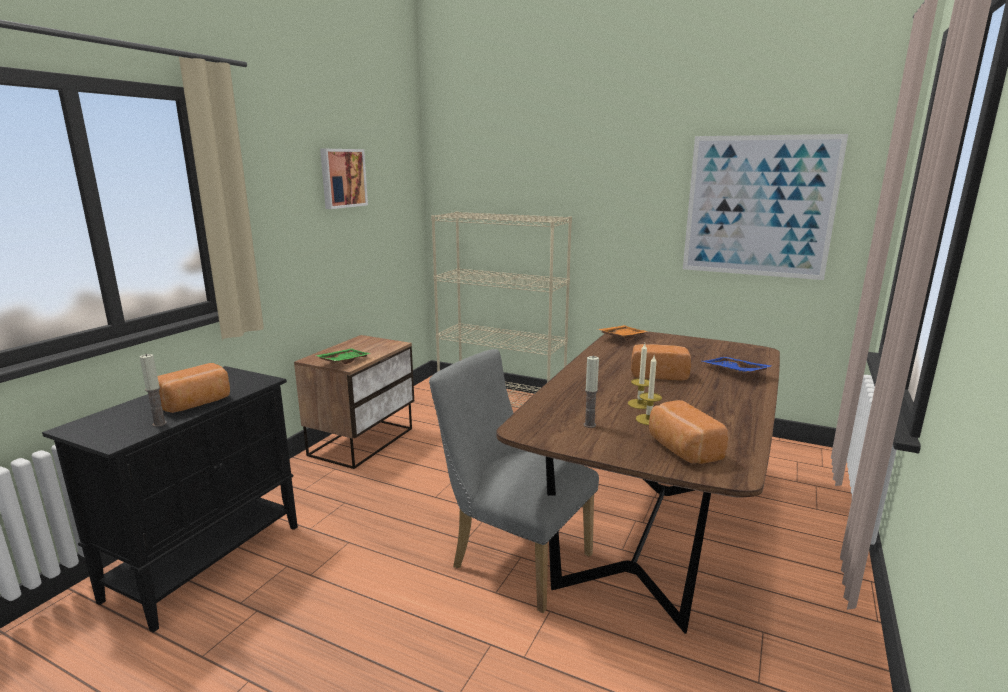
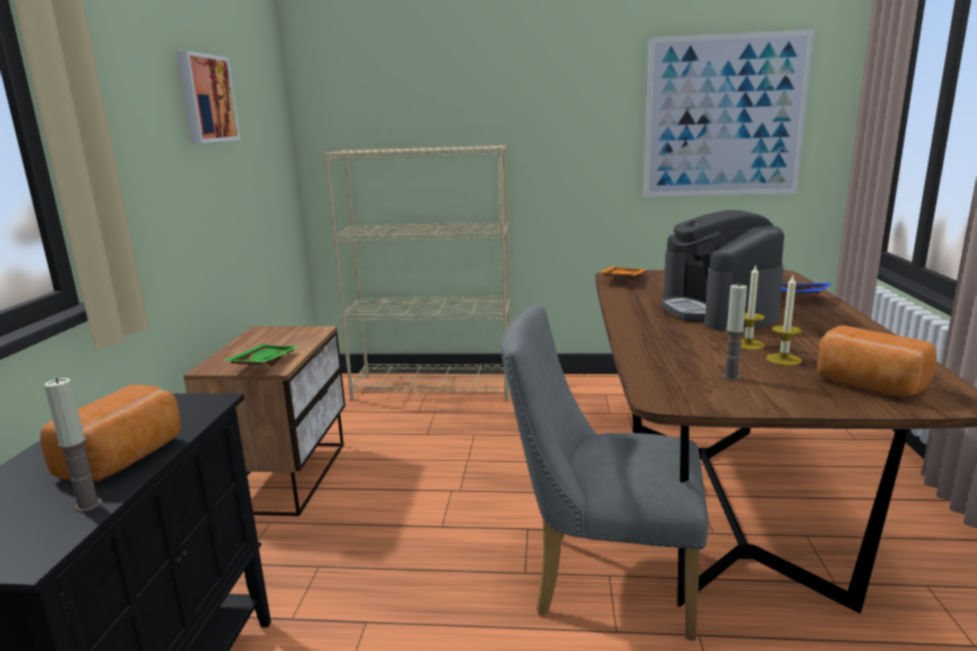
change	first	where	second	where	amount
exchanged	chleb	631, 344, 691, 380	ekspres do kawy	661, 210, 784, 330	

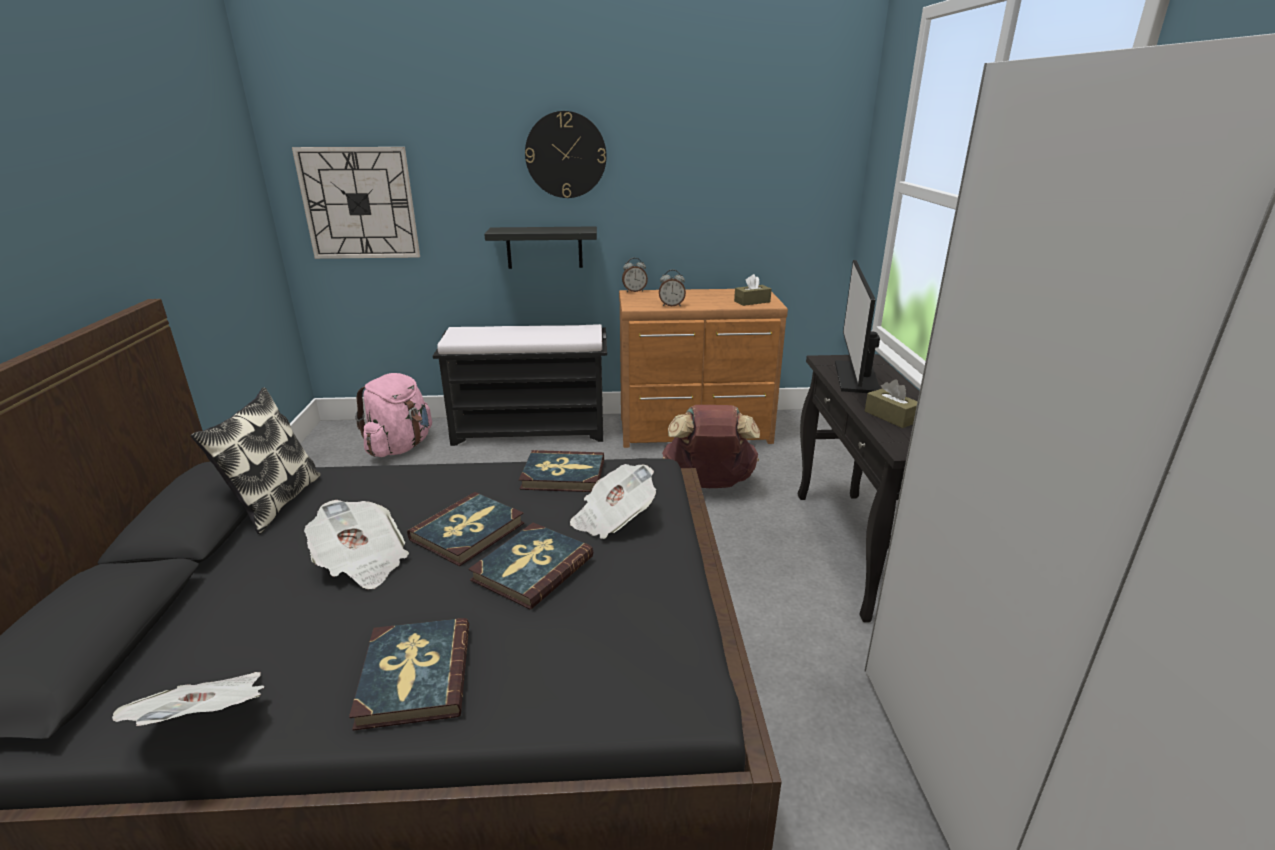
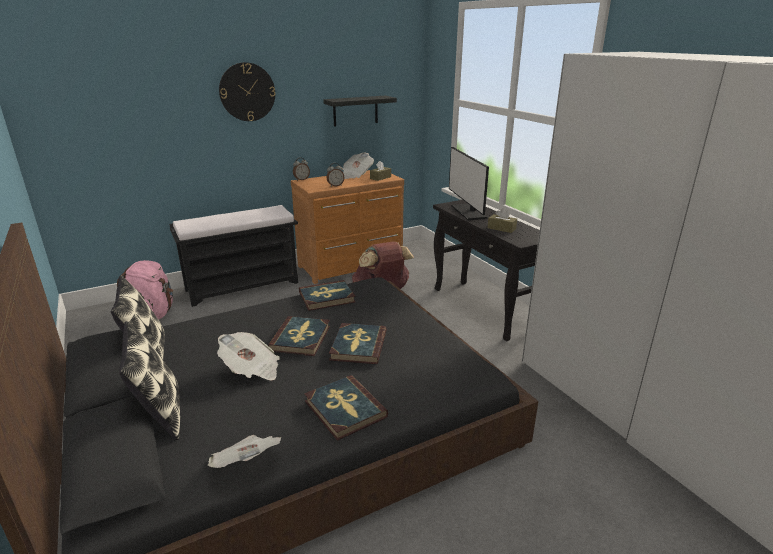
change	first	where	second	where	amount
missing	zegar ścienny	292, 147, 420, 259			
appeared			poduszka	119, 321, 180, 440	
relocated	półka (czarny)	484, 226, 597, 269		323, 96, 397, 127	
relocated	gazeta	570, 464, 656, 539		343, 153, 374, 179	

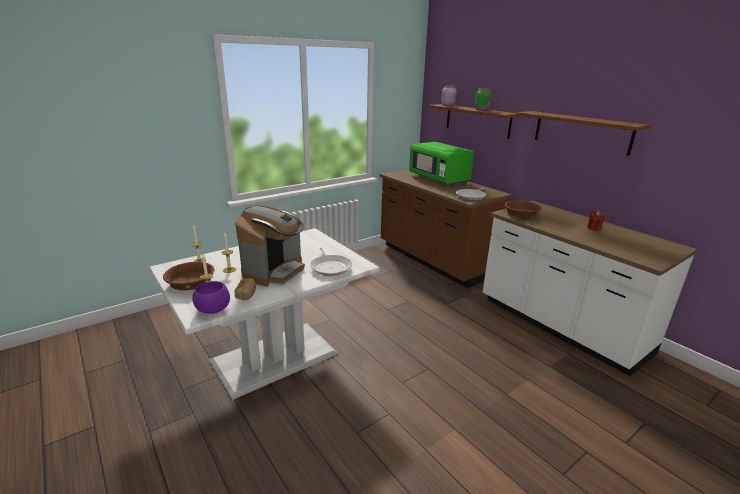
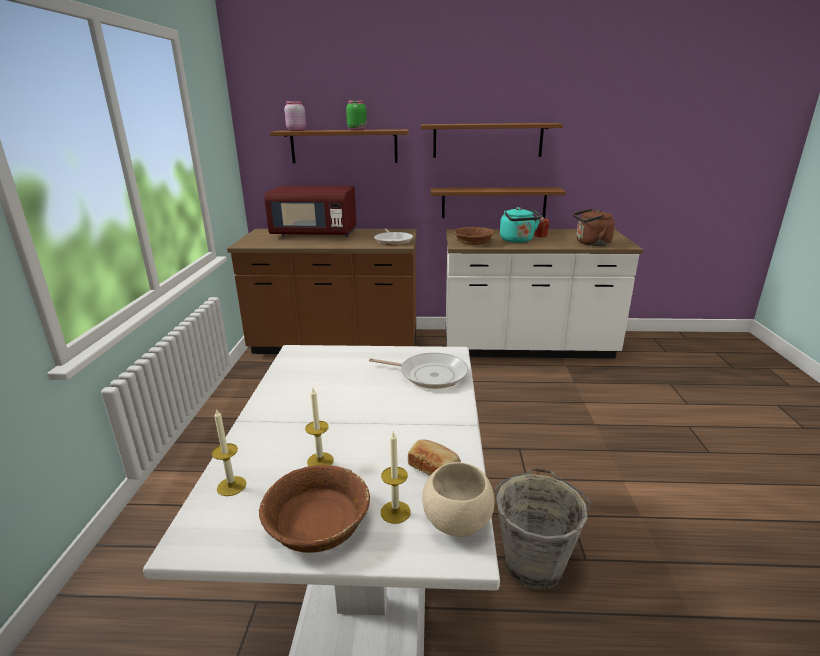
change	first	where	second	where	amount
missing	ekspres do kawy	235, 206, 305, 287			
appeared			półka (brązowy)	431, 187, 566, 218	
appeared			wiadro (szary)	495, 467, 591, 590	
appeared			czajnik (turkusowy)	500, 207, 541, 243	
appeared			czajnik (brązowy)	573, 209, 615, 246	
colour	miska (fioletowy)	192, 281, 230, 314	miska (beżowy)	422, 462, 495, 537	
colour	mikrofalówka (zielony)	409, 142, 474, 186	mikrofalówka (czerwony)	264, 186, 357, 237	

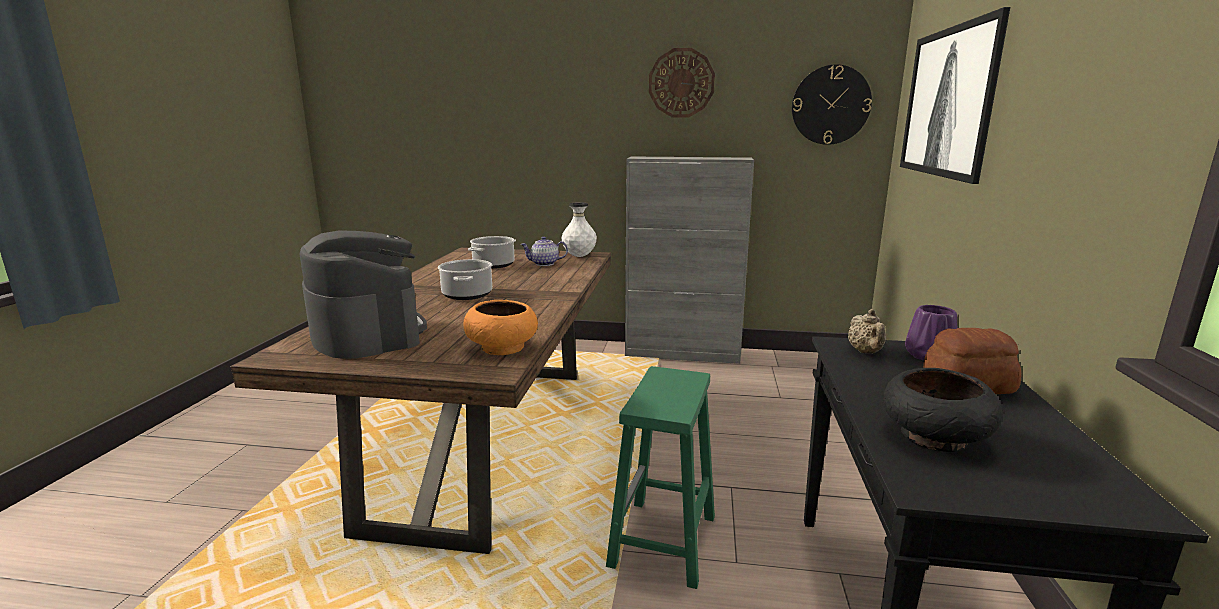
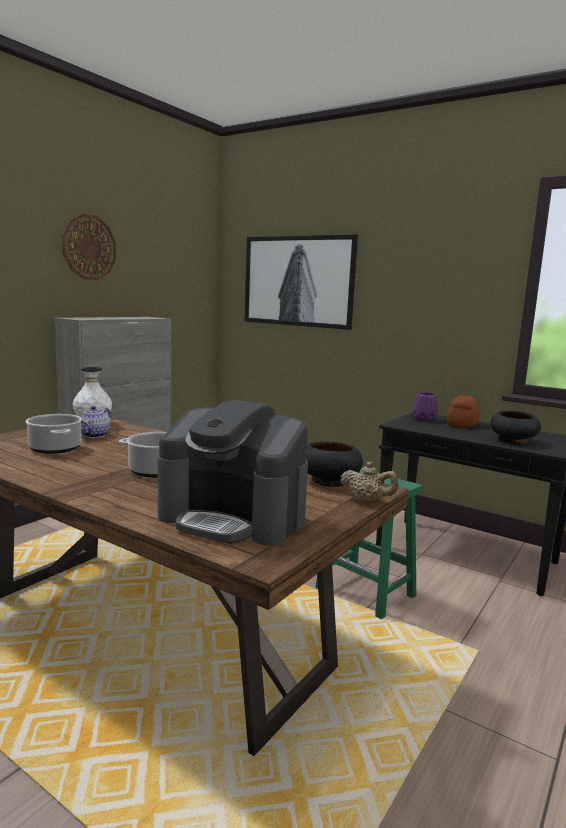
change	first	where	second	where	amount
missing	zegar ścienny	792, 64, 872, 145			
relocated	imbryk (beżowy)	848, 309, 886, 354		340, 462, 398, 503	
colour	miska (pomarańczowy)	463, 300, 538, 355	miska (czarny)	306, 441, 363, 487	
spun	ekspres do kawy	300, 230, 427, 359		158, 400, 308, 546	150 degrees counterclockwise

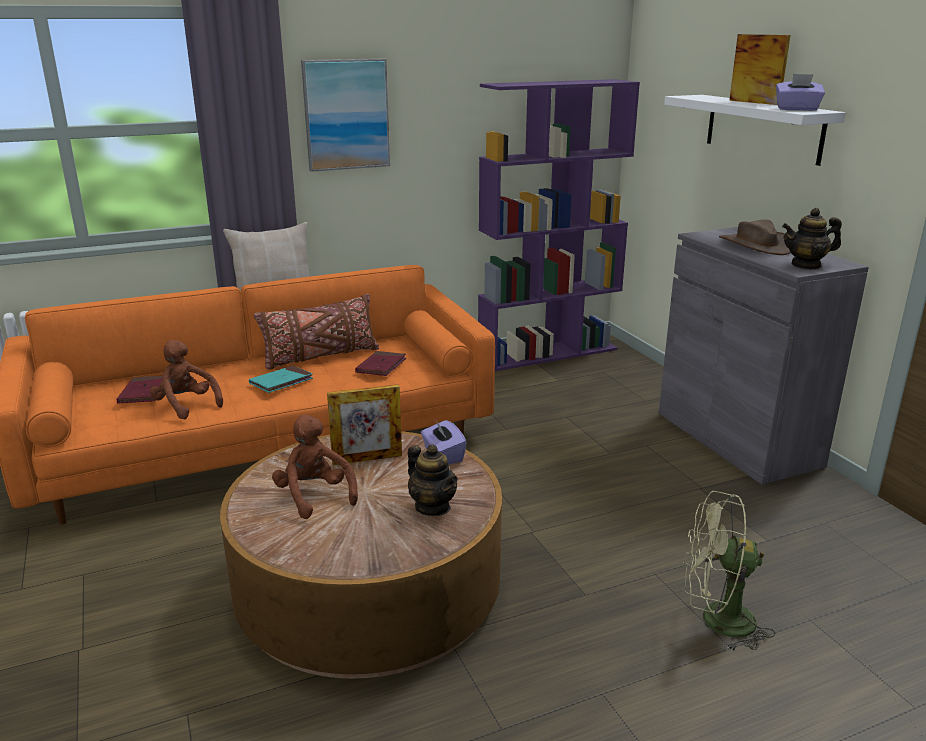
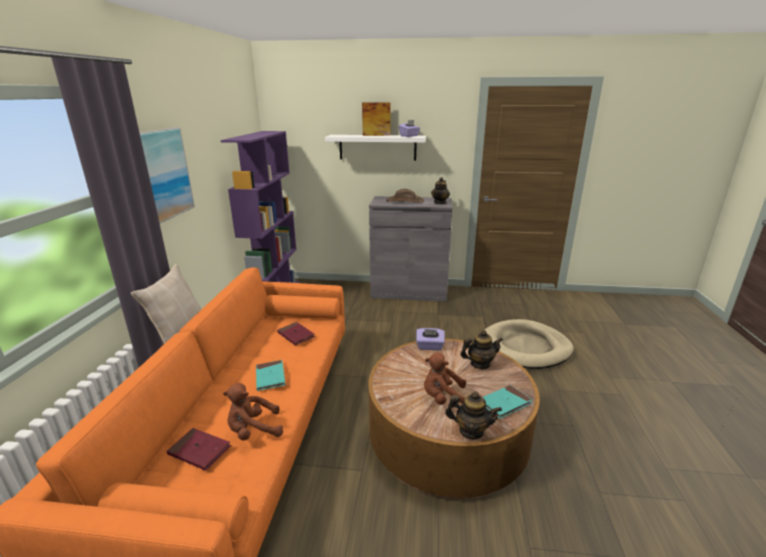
change	first	where	second	where	amount
missing	poduszka (brązowy)	254, 294, 379, 369			
missing	ramka na zdjęcie	327, 384, 402, 465			
appeared			imbryk	445, 391, 502, 439	
appeared			książka (turkusowy)	483, 385, 532, 419	
exchanged	wentylator (zielony)	684, 491, 775, 652	legowisko (beżowy)	485, 319, 574, 369	

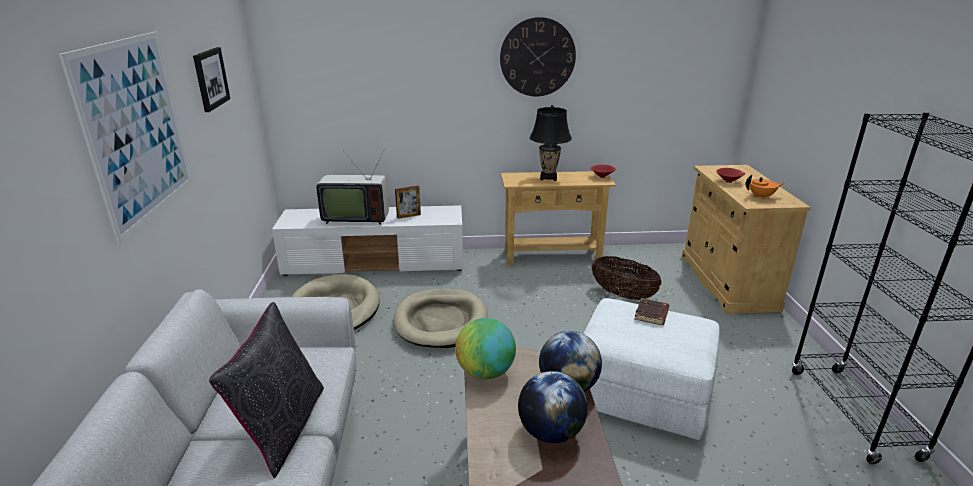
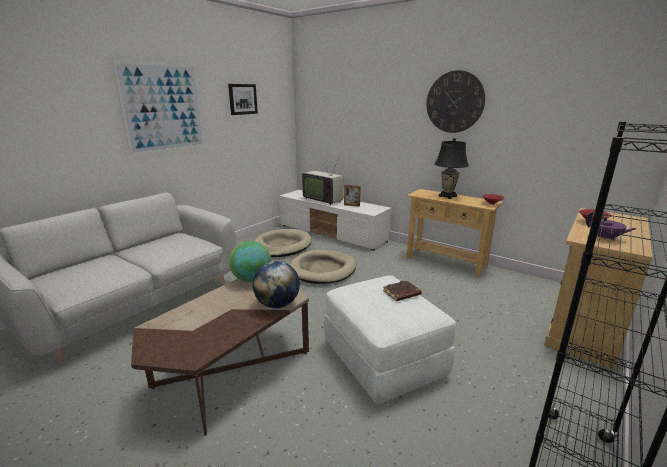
change	first	where	second	where	amount
missing	poduszka (czarny)	209, 302, 324, 478			
missing	globus	518, 371, 588, 443			
missing	koszyk	592, 256, 662, 300			
colour	imbryk (pomarańczowy)	745, 175, 784, 199	imbryk (fioletowy)	586, 212, 637, 240	

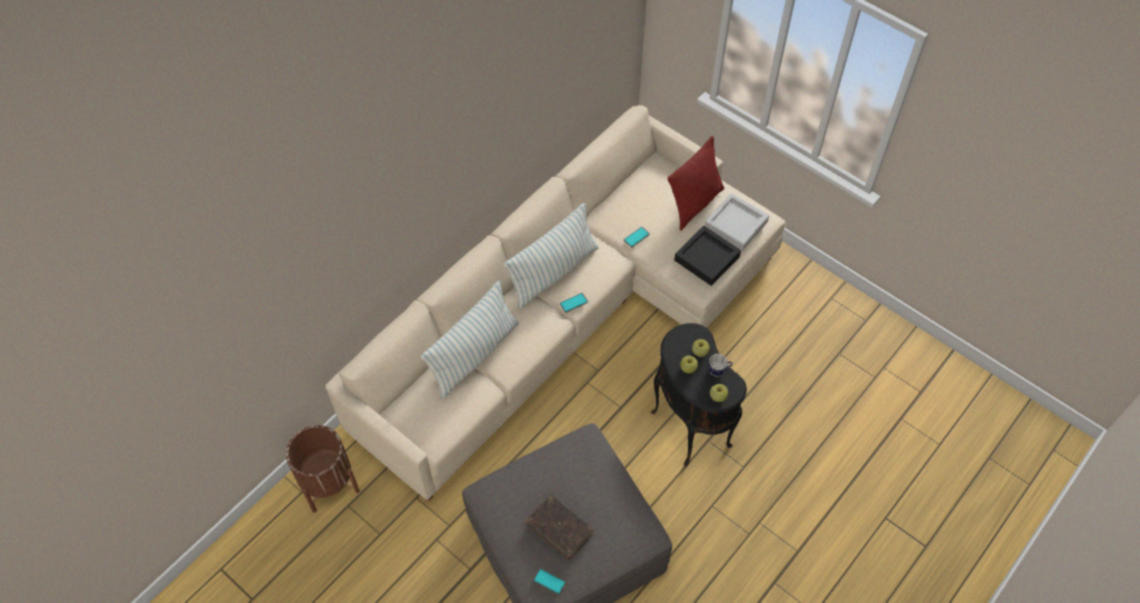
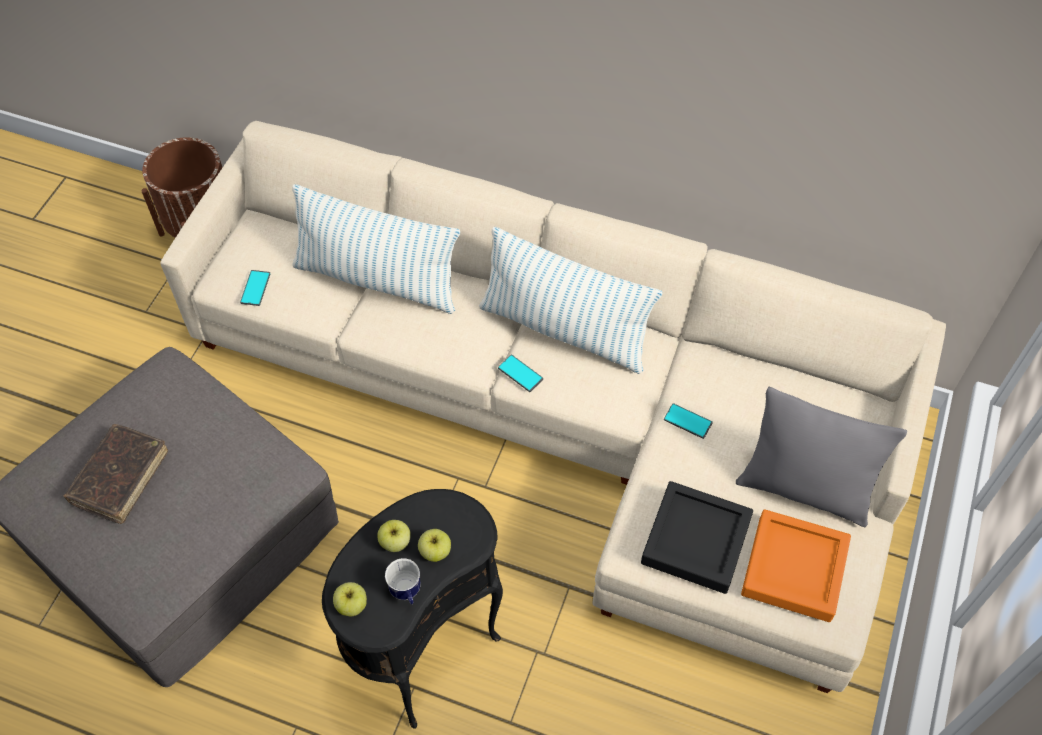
change	first	where	second	where	amount
relocated	telefon	533, 568, 566, 595		240, 270, 270, 306	
colour	poduszka (czerwony)	667, 136, 725, 231	poduszka (szary)	736, 387, 907, 527	
colour	taca (szary)	705, 193, 769, 251	taca (pomarańczowy)	741, 509, 851, 622	

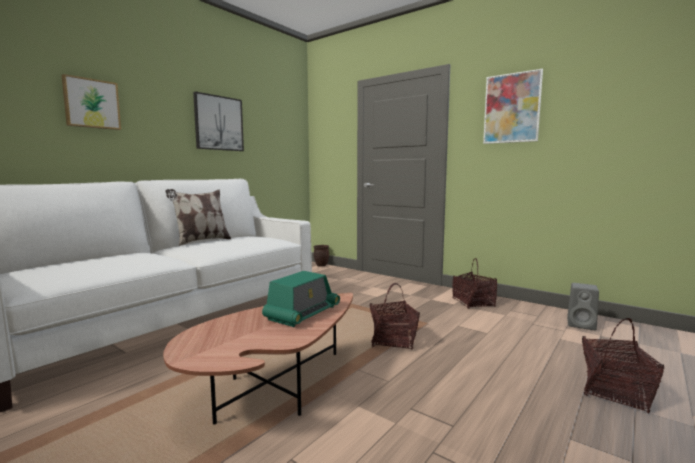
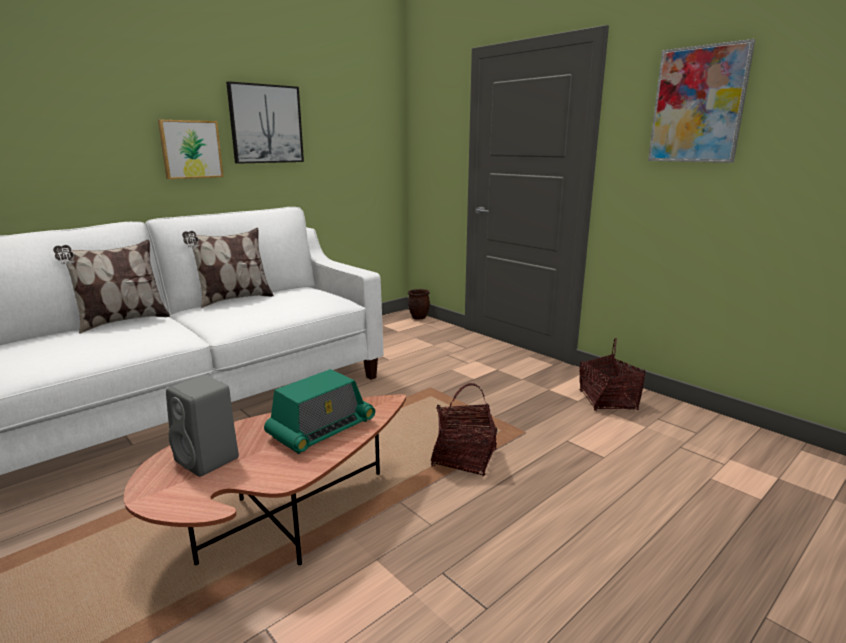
change	first	where	second	where	amount
missing	koszyk	582, 318, 664, 414			
appeared			poduszka	53, 240, 170, 334	
relocated	obraz	61, 74, 121, 130		158, 120, 224, 179	
relocated	głośnik (szary)	567, 283, 599, 330		166, 375, 239, 477	

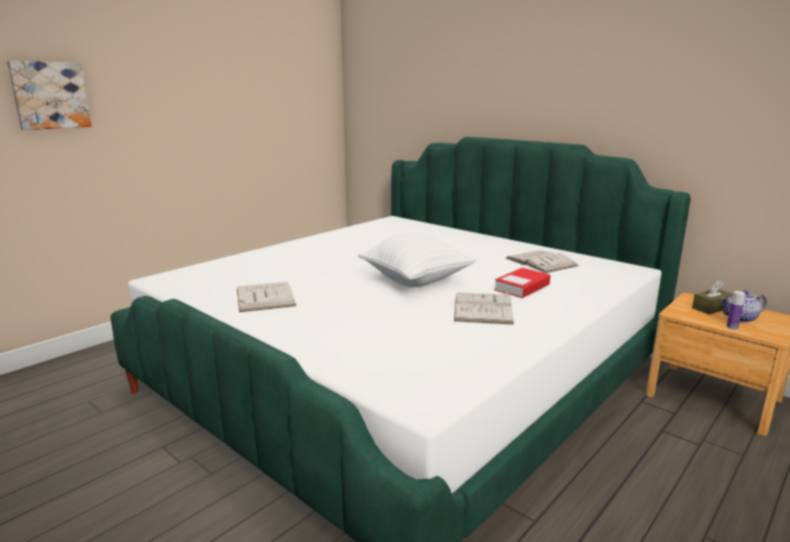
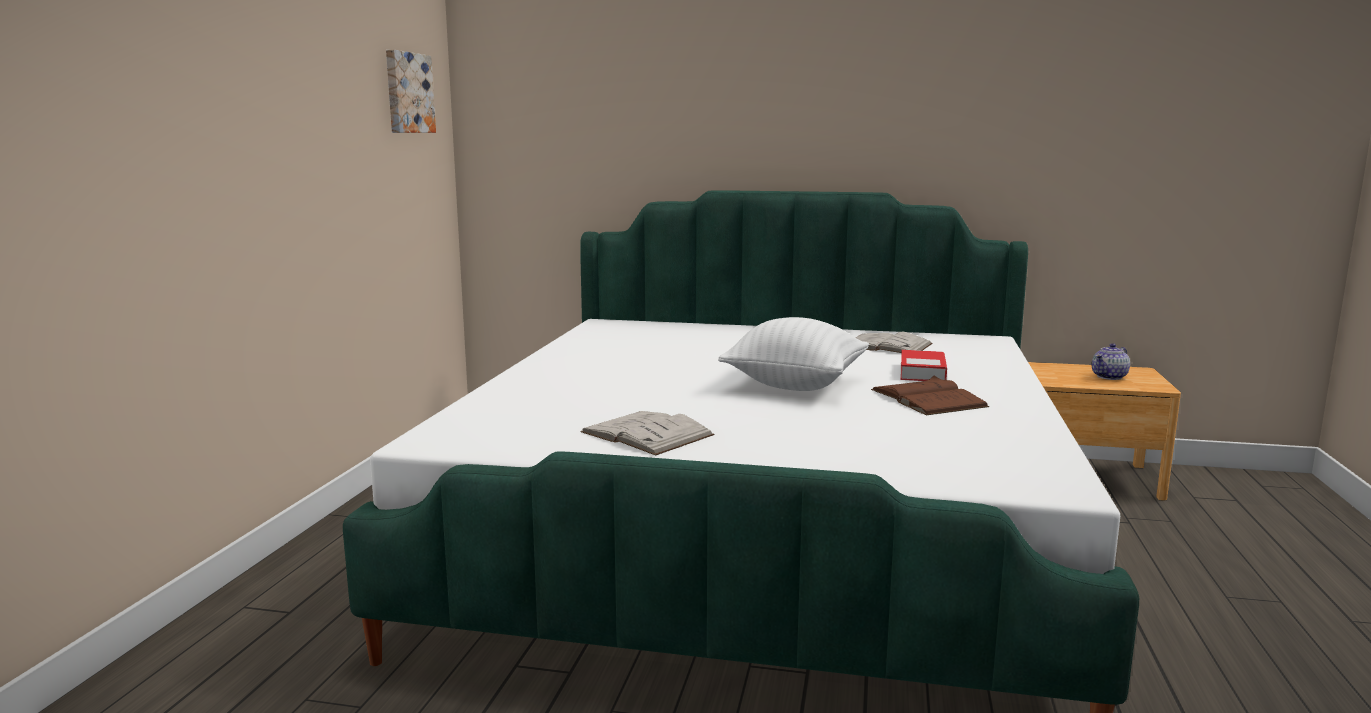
change	first	where	second	where	amount
missing	pudełko chusteczek (brązowy)	692, 280, 733, 314			
missing	butelka	726, 291, 745, 330			
relocated	obraz	7, 61, 92, 130		386, 50, 436, 133	
colour	książka (biały)	454, 292, 514, 325	książka (brązowy)	871, 376, 989, 415	

